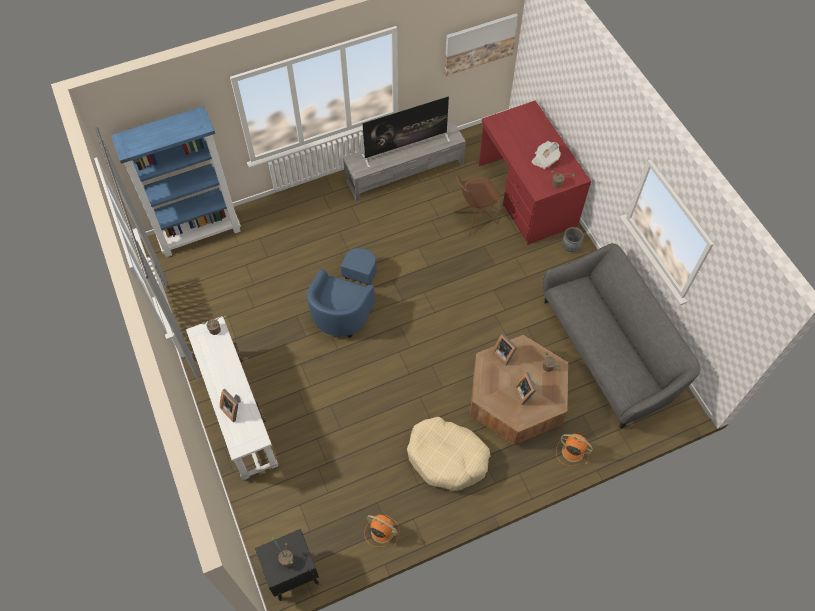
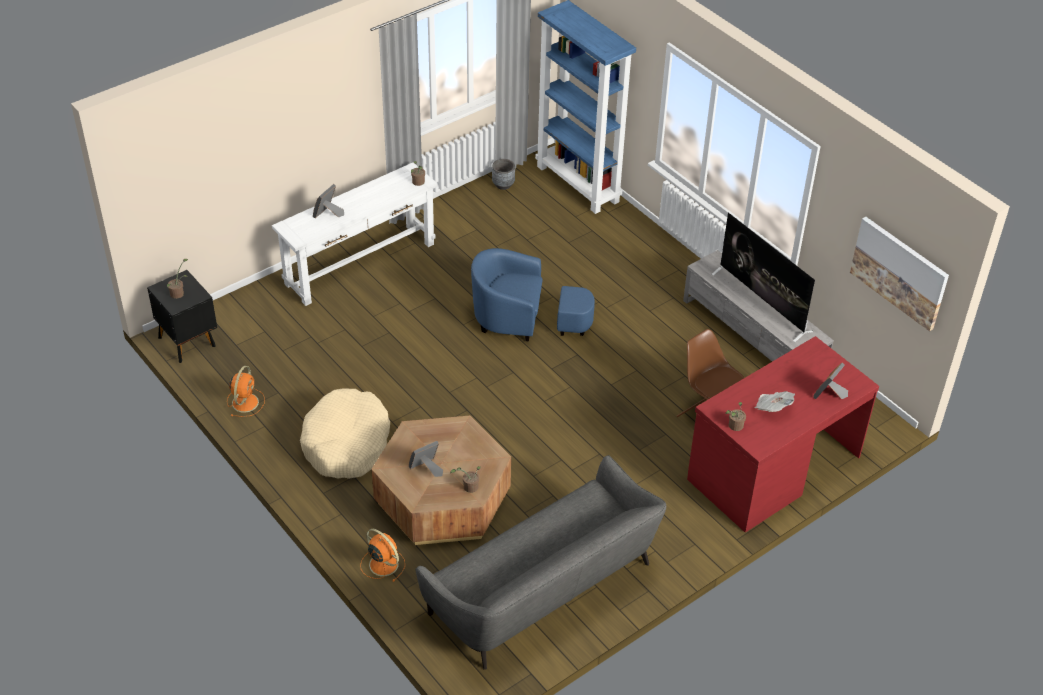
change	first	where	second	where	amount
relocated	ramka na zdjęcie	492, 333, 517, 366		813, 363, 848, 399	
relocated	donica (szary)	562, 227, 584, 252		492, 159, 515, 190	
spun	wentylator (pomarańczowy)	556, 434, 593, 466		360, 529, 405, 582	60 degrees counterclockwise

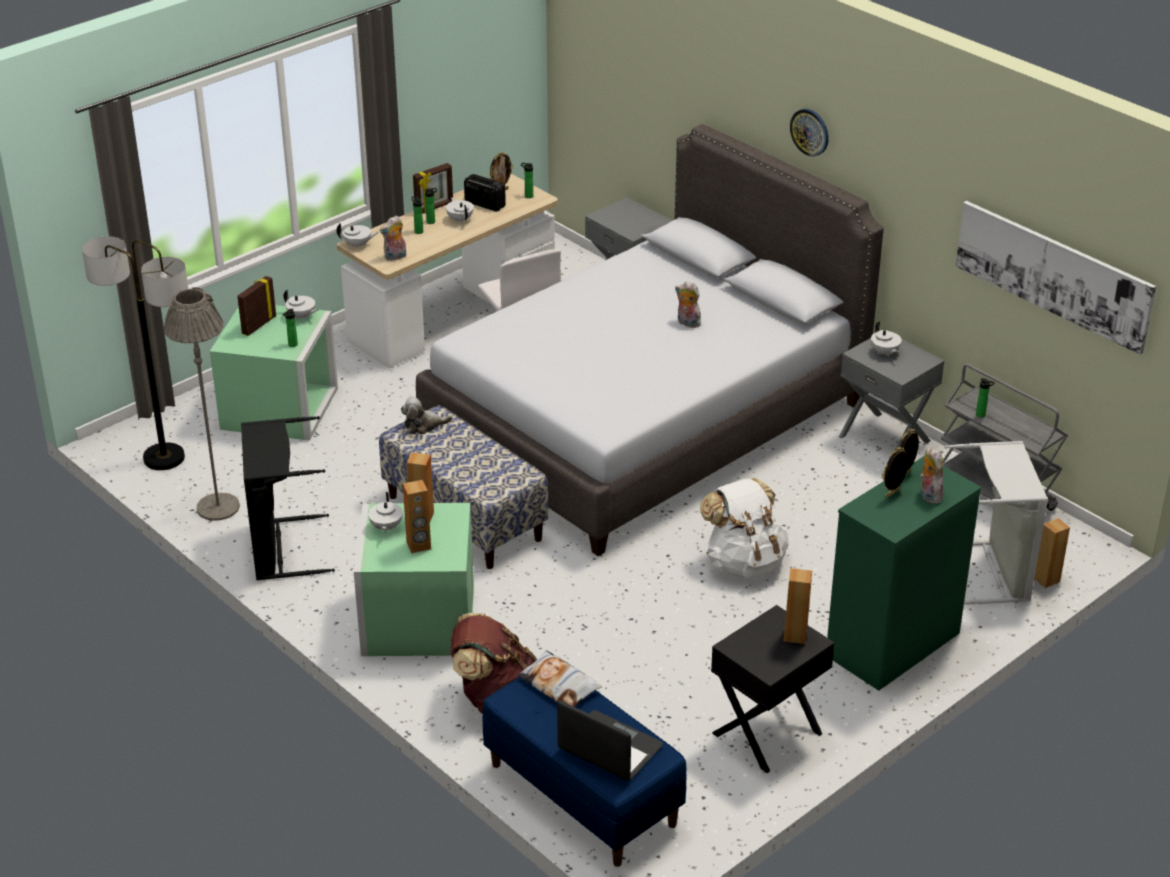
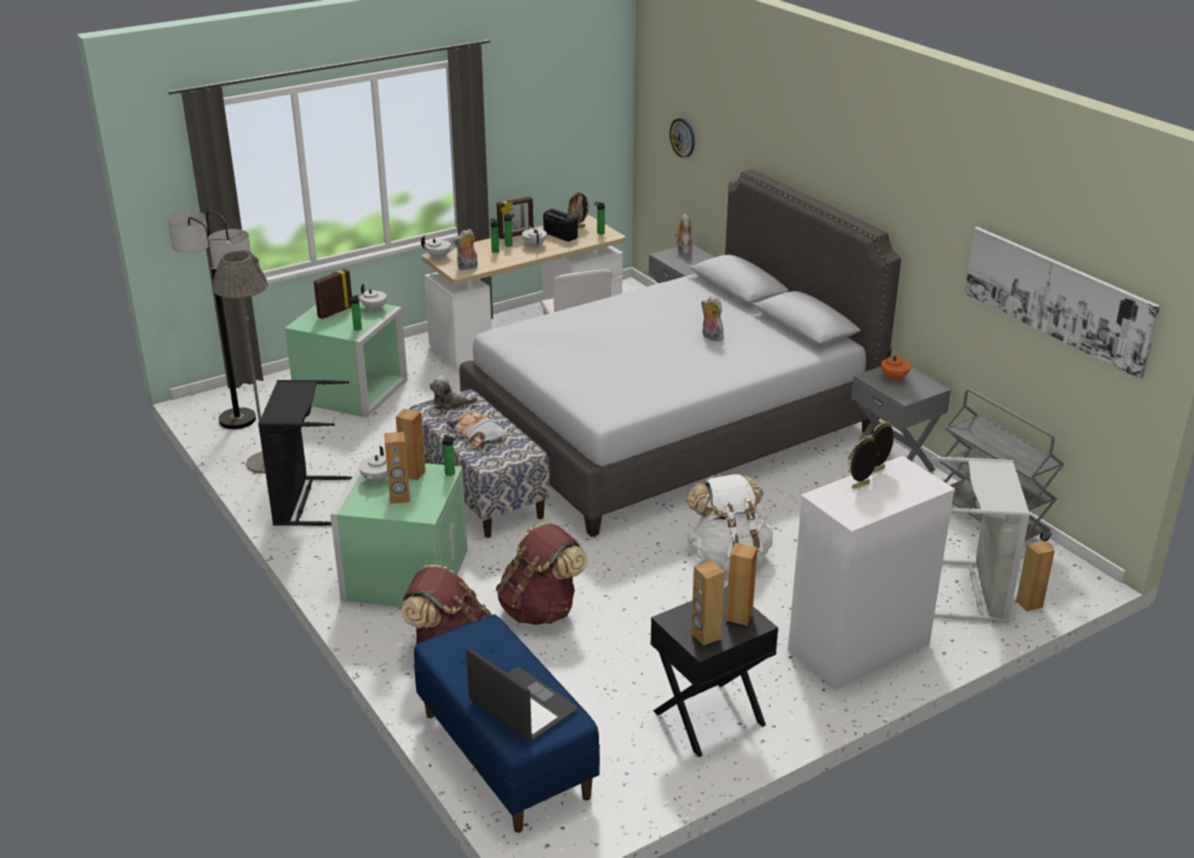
change	first	where	second	where	amount
appeared			plecak (brązowy)	496, 522, 588, 625	
appeared			głośnik (brązowy)	691, 560, 725, 646	
relocated	poduszka	517, 650, 602, 707		446, 408, 508, 448	
relocated	zegar ścienny	790, 109, 829, 157		670, 118, 695, 158	
relocated	pluszak	919, 447, 944, 504		675, 214, 693, 254	
relocated	butelka	976, 378, 995, 418		443, 434, 456, 476	
colour	komoda (zielony)	827, 456, 982, 691	komoda (biały)	788, 456, 955, 690	
colour	imbryk (biały)	871, 322, 902, 357	imbryk (pomarańczowy)	881, 348, 911, 382	

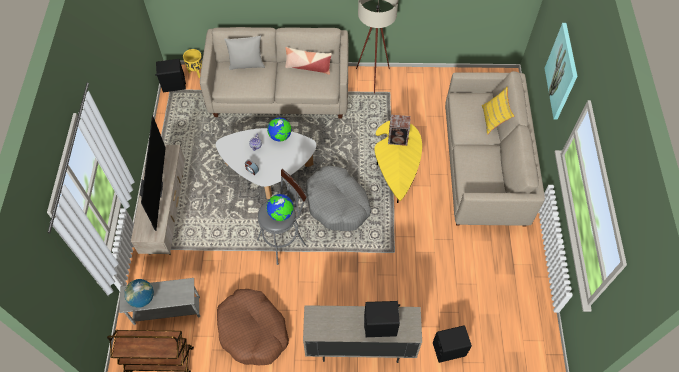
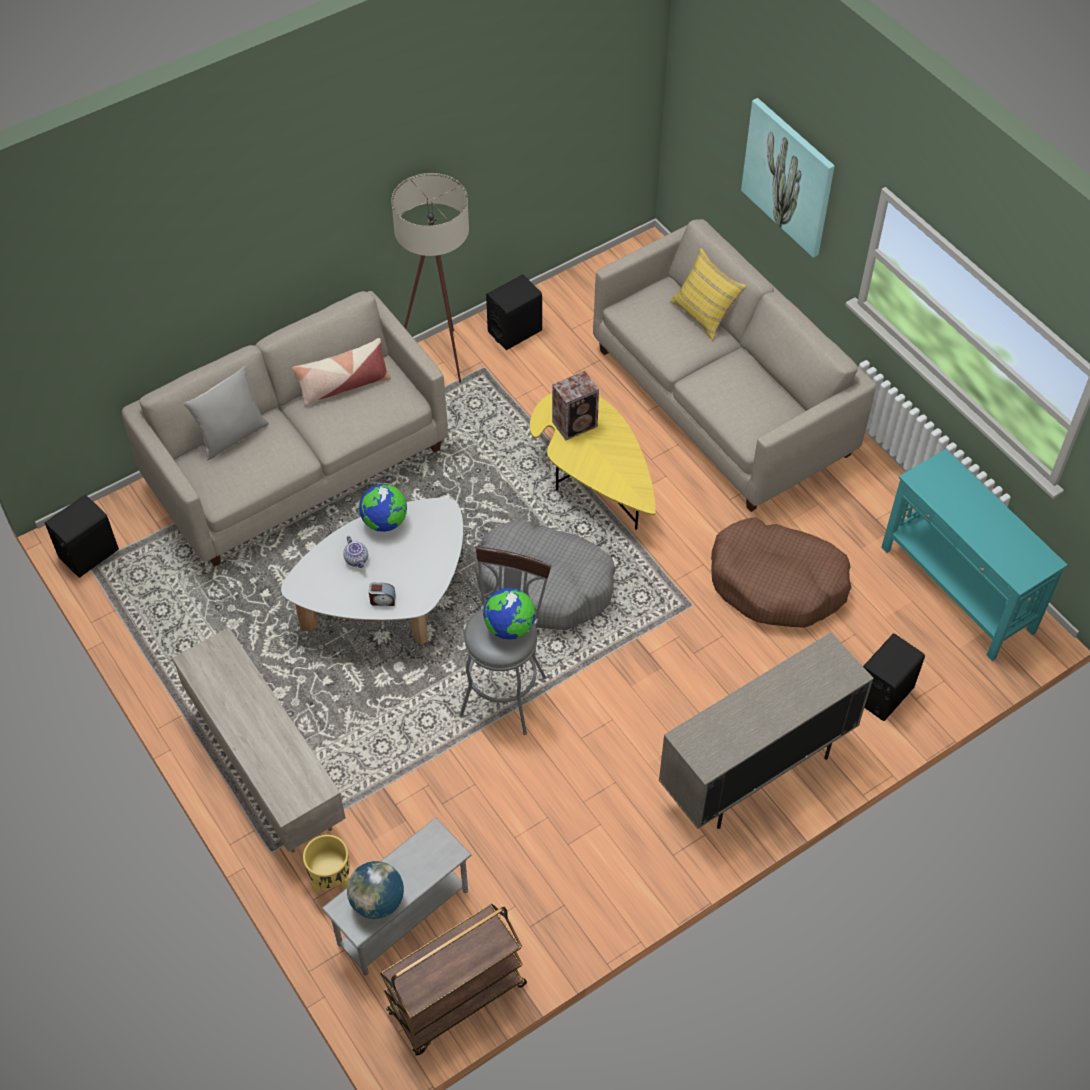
change	first	where	second	where	amount
missing	telewizor	140, 115, 166, 231			
appeared			stolik konsolowy (turkusowy)	881, 449, 1067, 661	
relocated	donica (żółty)	183, 49, 202, 78		303, 835, 350, 894	
relocated	legowisko (brązowy)	217, 289, 289, 365		711, 517, 852, 628	
relocated	głośnik (czarny)	364, 301, 400, 337		486, 274, 542, 350	

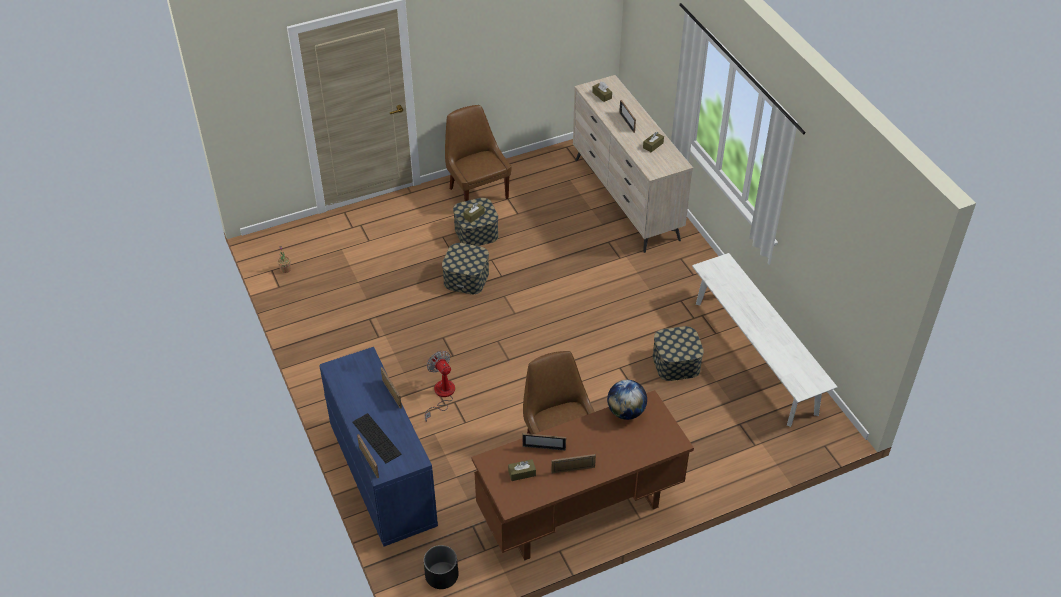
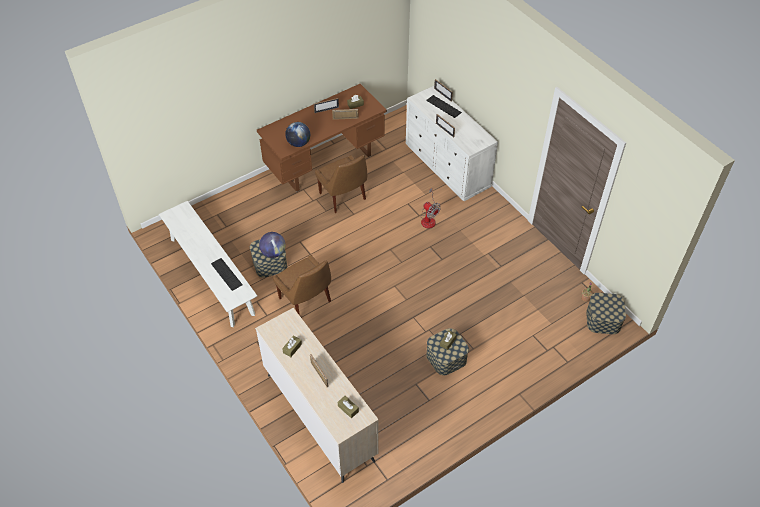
change	first	where	second	where	amount
missing	donica (czarny)	424, 545, 458, 589			
appeared			klawiatura	211, 258, 243, 291	
appeared			globus	259, 232, 286, 258	
relocated	pojemnik do przechowywania	442, 243, 489, 294		586, 293, 626, 334	
relocated	krzesło (brązowy)	445, 105, 512, 201		273, 255, 331, 316	
colour	komoda (niebieski)	319, 347, 438, 546	komoda (biały)	406, 86, 498, 201	

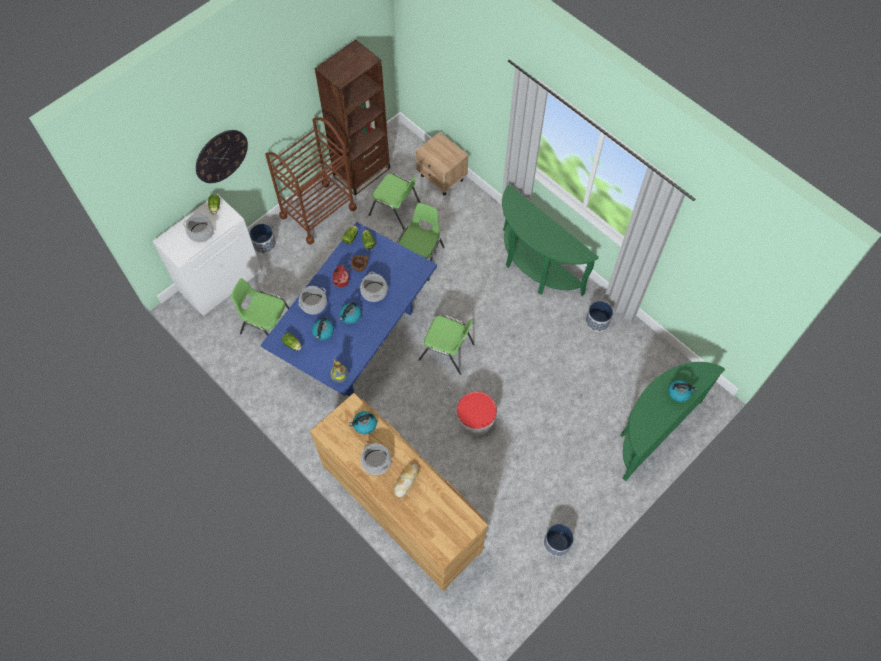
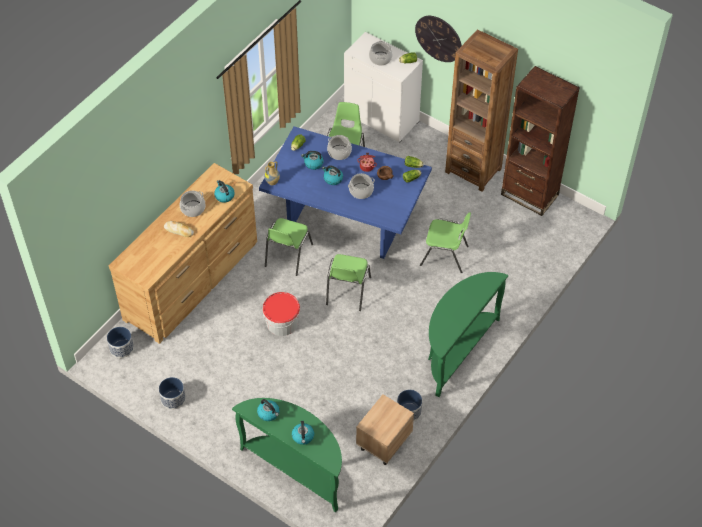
change	first	where	second	where	amount
appeared			czajnik	257, 399, 280, 421	
relocated	donica	249, 224, 276, 254		107, 327, 134, 358	
relocated	krzesło (zielony)	369, 174, 420, 230		265, 218, 313, 276	
relocated	szafka nocna (beżowy)	416, 132, 468, 196		356, 395, 414, 465	
exchanged	wózek (brązowy)	265, 117, 357, 245	regał (brązowy)	445, 29, 518, 192	

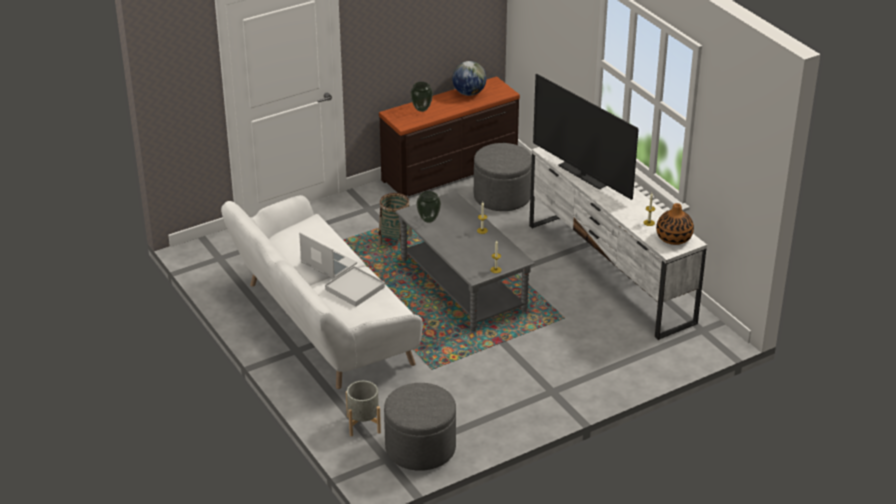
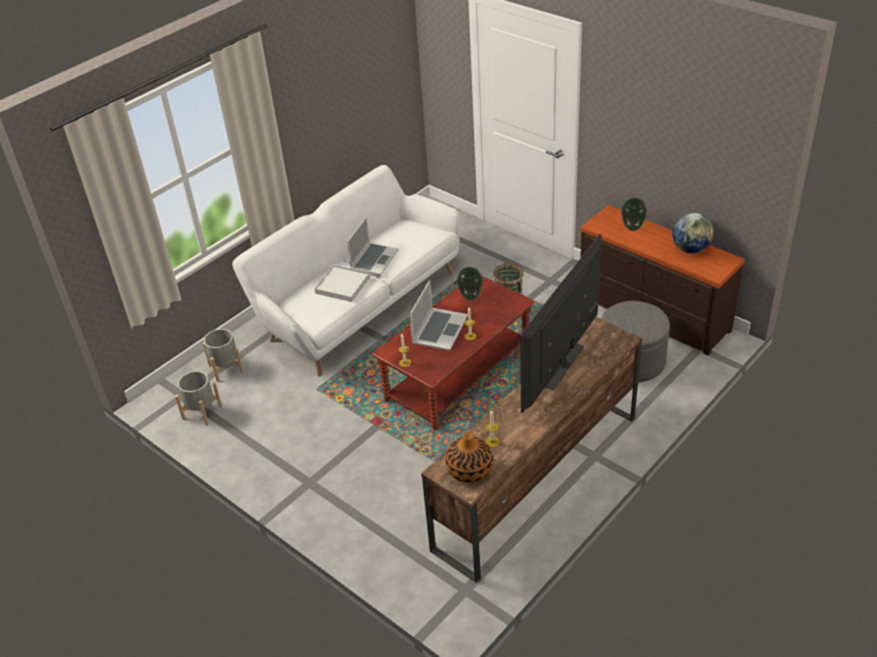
change	first	where	second	where	amount
appeared			laptop	409, 280, 468, 351	
exchanged	pufa (szary)	384, 383, 456, 471	donica (szary)	175, 371, 222, 426	
colour	ława (szary)	395, 191, 535, 331	ława (brązowy)	372, 276, 535, 430	
colour	szafka pod telewizor (biały)	529, 147, 707, 340	szafka pod telewizor (brązowy)	421, 317, 642, 583	

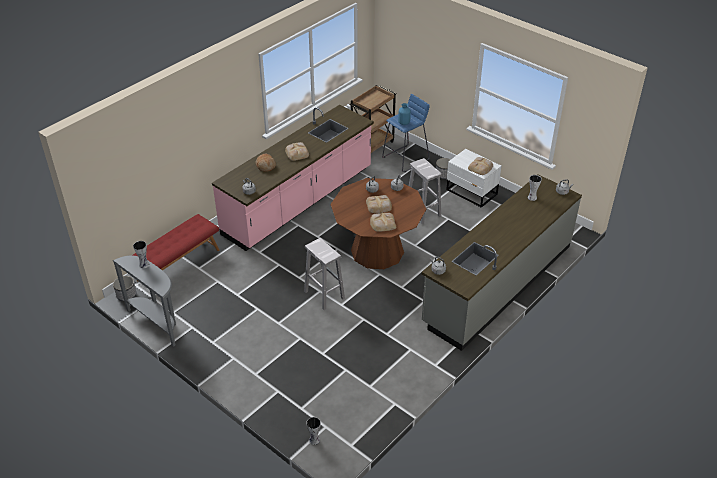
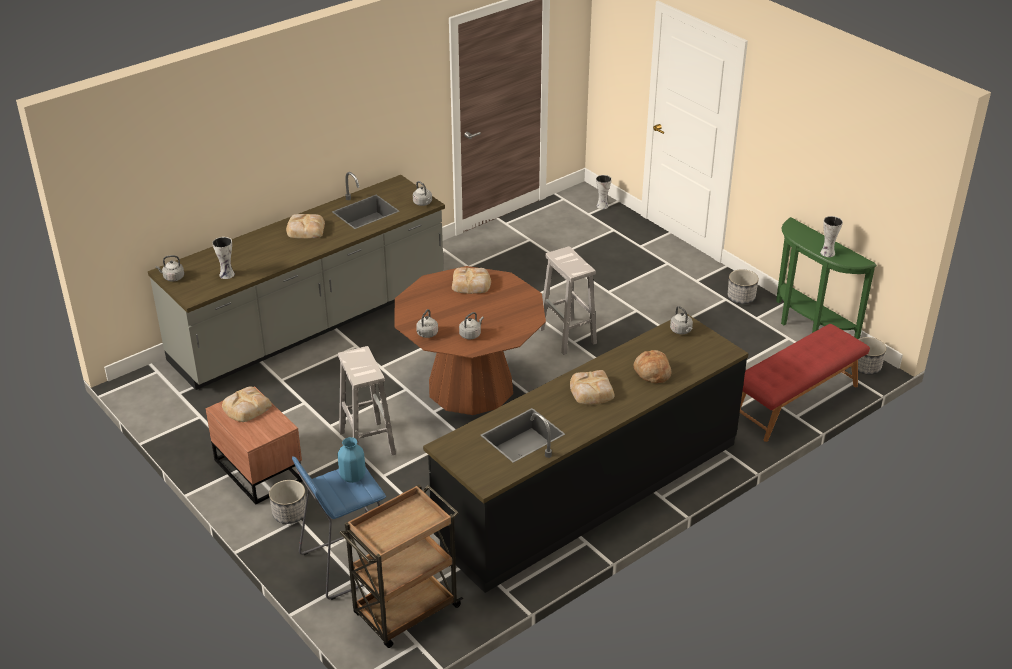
change	first	where	second	where	amount
appeared			donica	728, 269, 759, 304	
relocated	chleb	366, 195, 392, 213		286, 214, 325, 239	
colour	stolik konsolowy (szary)	113, 255, 176, 347	stolik konsolowy (zielony)	776, 217, 877, 339	
colour	zabudowa kuchenna (różowy)	212, 105, 374, 251	zabudowa kuchenna (czarny)	423, 313, 748, 593	
colour	szafka nocna (biały)	446, 149, 502, 208	szafka nocna (brązowy)	205, 386, 303, 504	

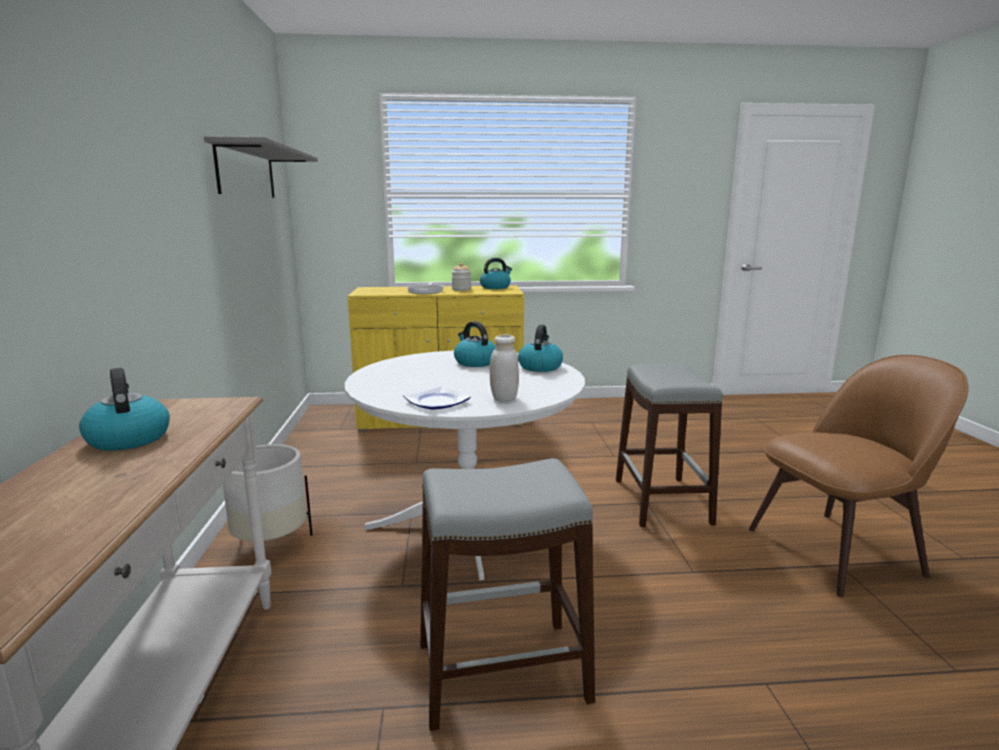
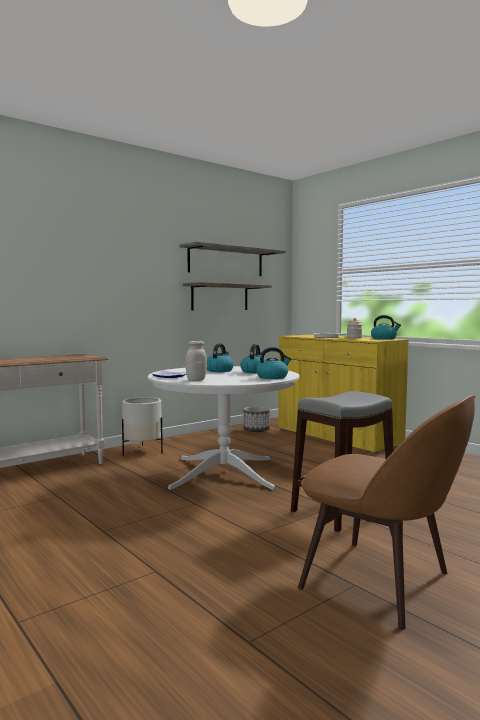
change	first	where	second	where	amount
missing	stołek (szary)	420, 458, 595, 731			
appeared			półka	183, 282, 272, 310	
appeared			donica	243, 407, 270, 432	
relocated	czajnik	79, 368, 170, 451		207, 344, 234, 372	

